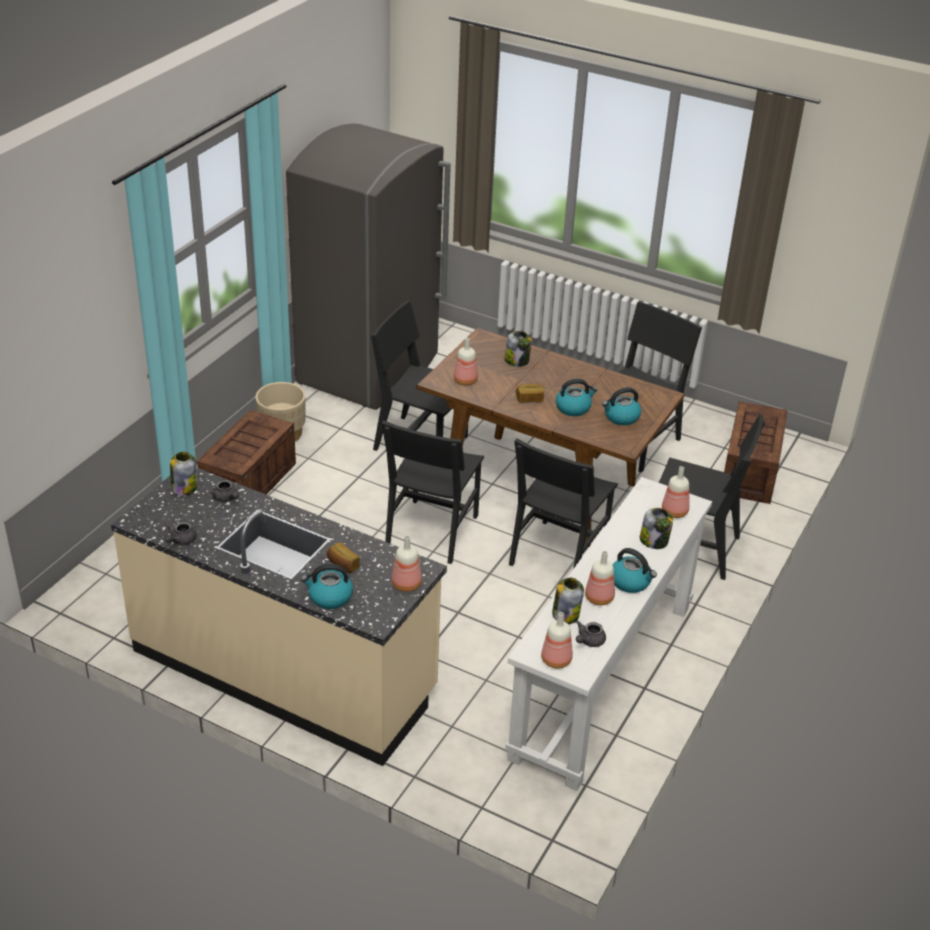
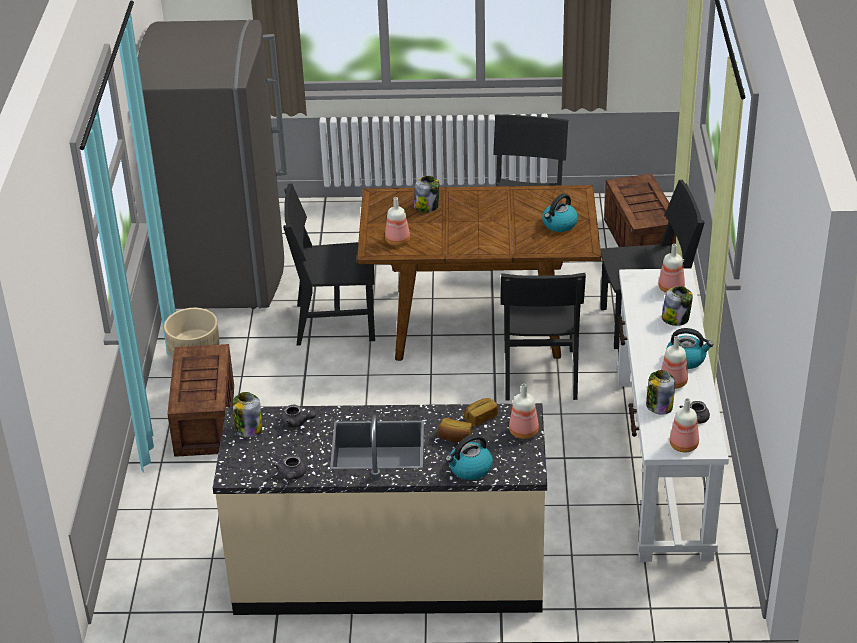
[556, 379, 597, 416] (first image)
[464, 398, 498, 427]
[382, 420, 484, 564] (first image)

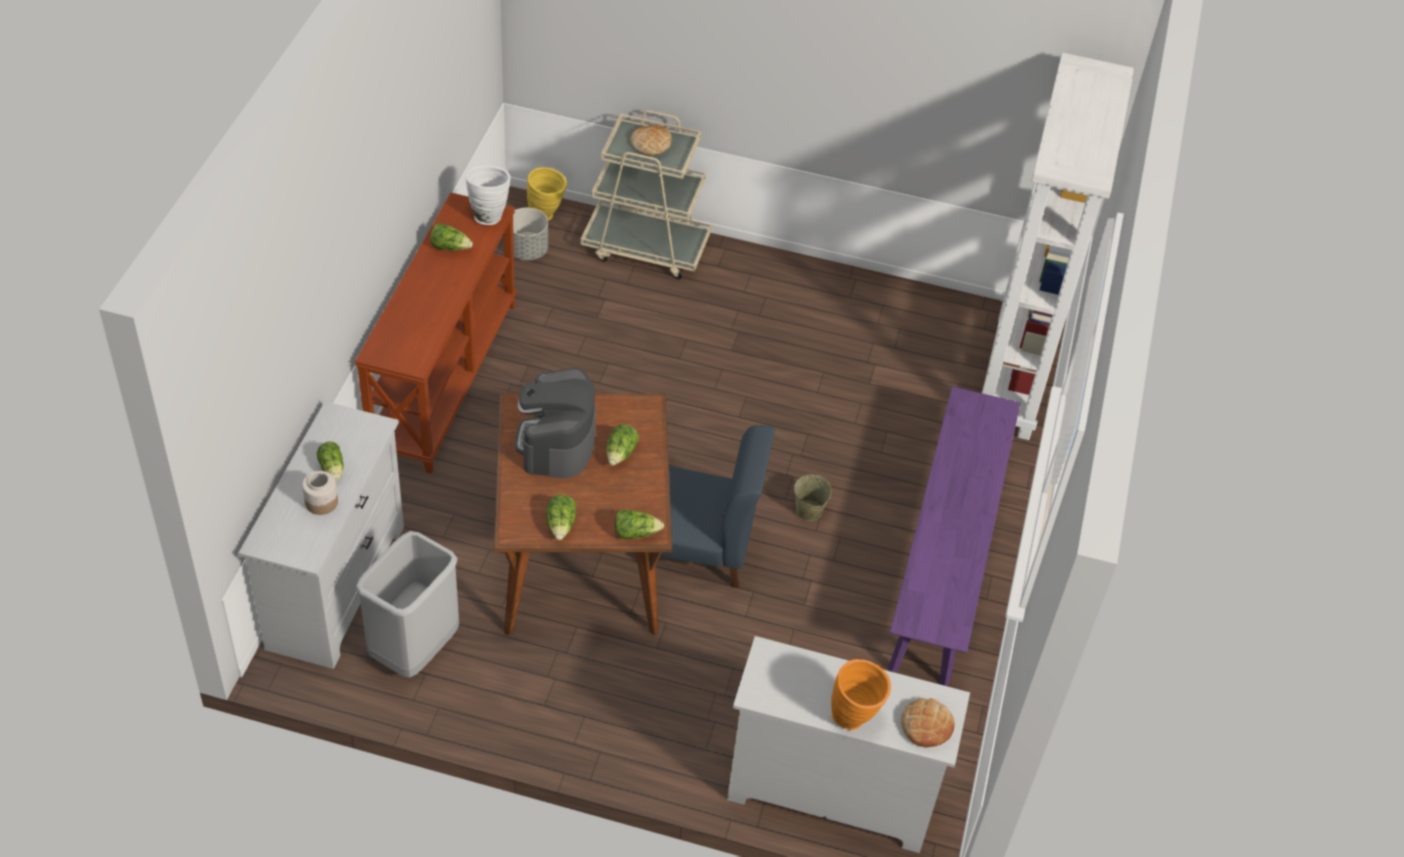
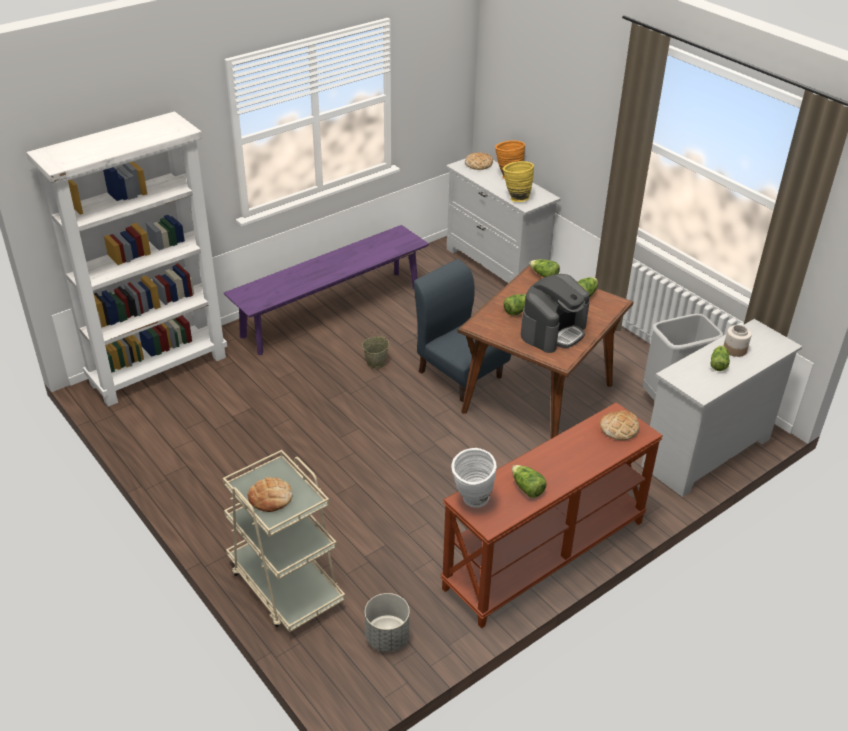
[503, 161, 534, 202]
[600, 410, 640, 440]

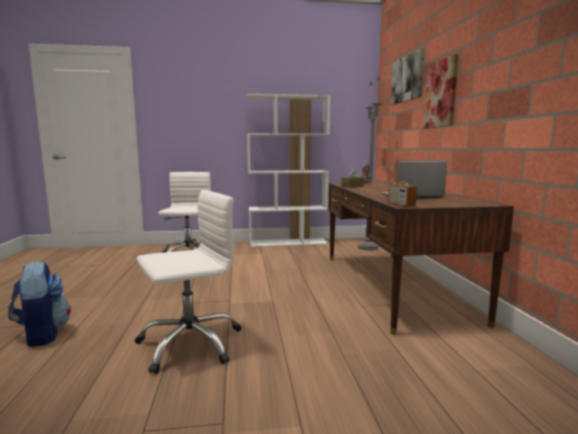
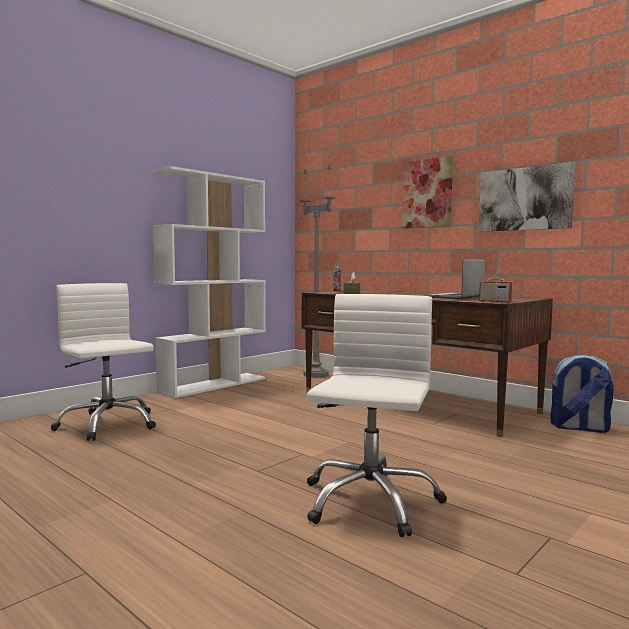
[479, 162, 575, 232]
[550, 355, 614, 433]

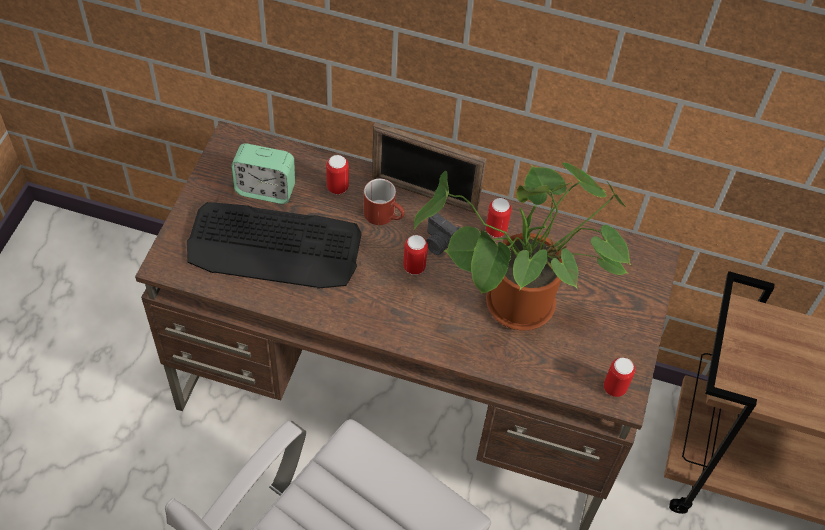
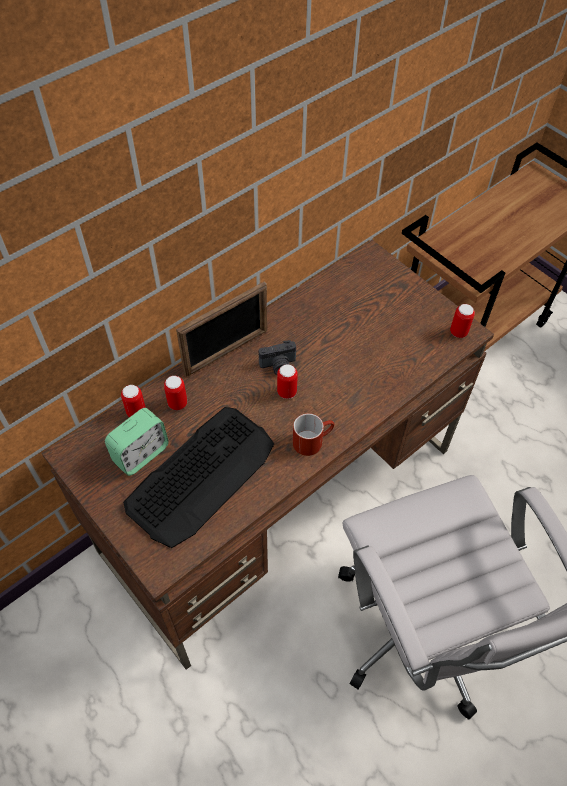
[414, 163, 632, 331] (first image)
[293, 413, 334, 456]
[121, 385, 146, 418]

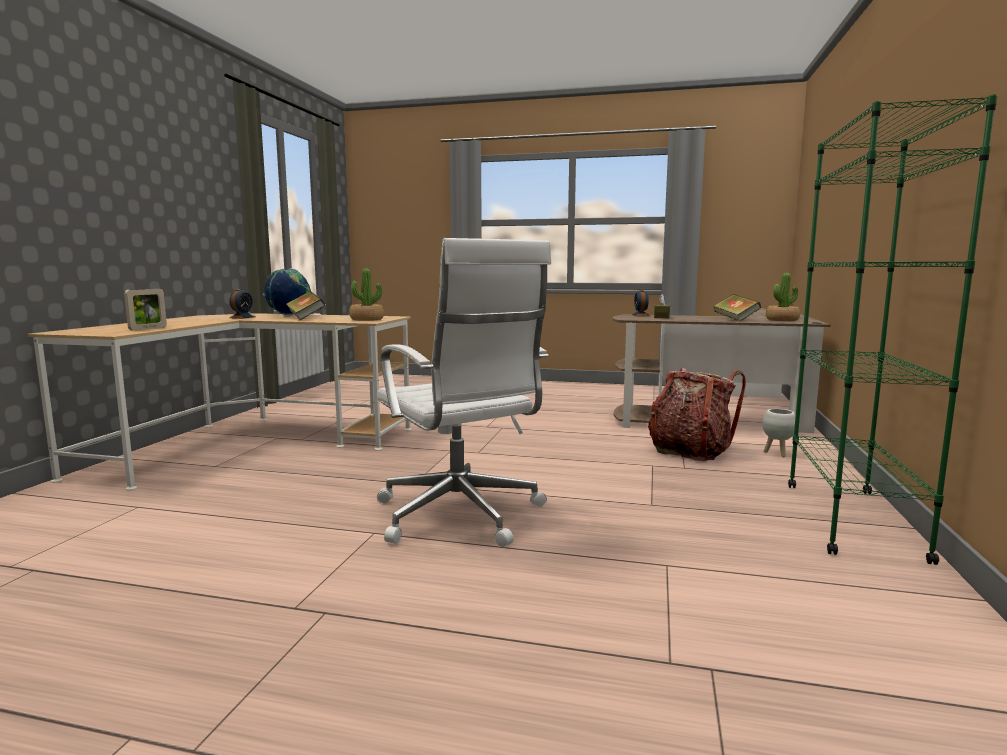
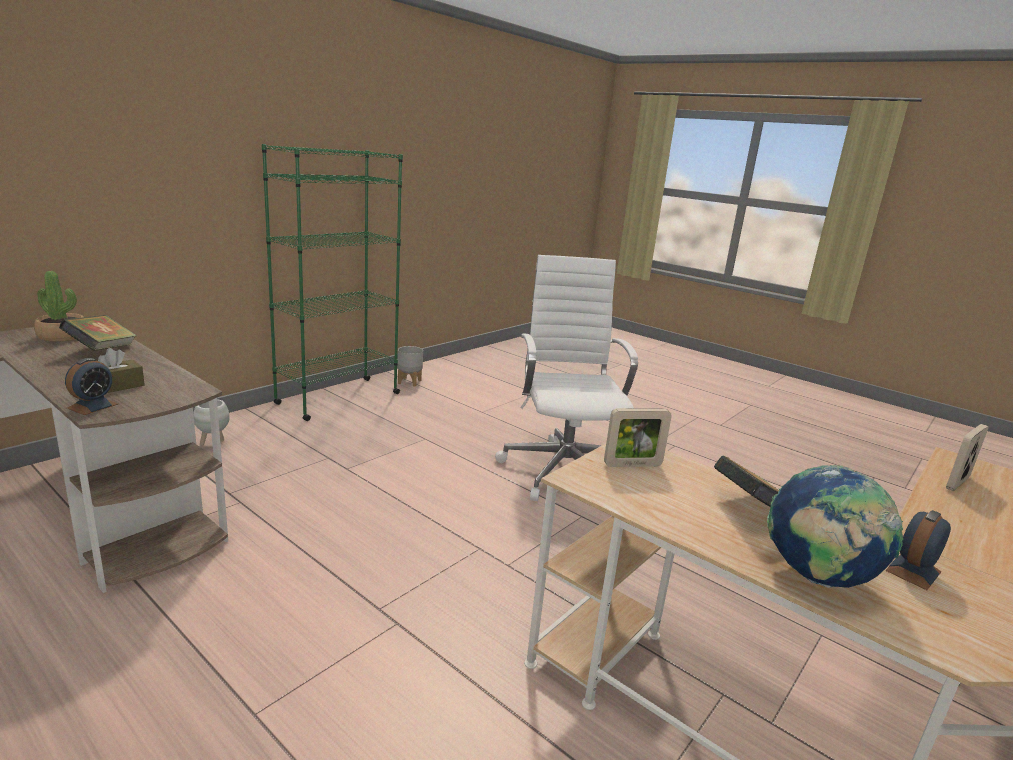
[604, 408, 672, 467]
[648, 368, 746, 461] (first image)
[397, 346, 423, 386]

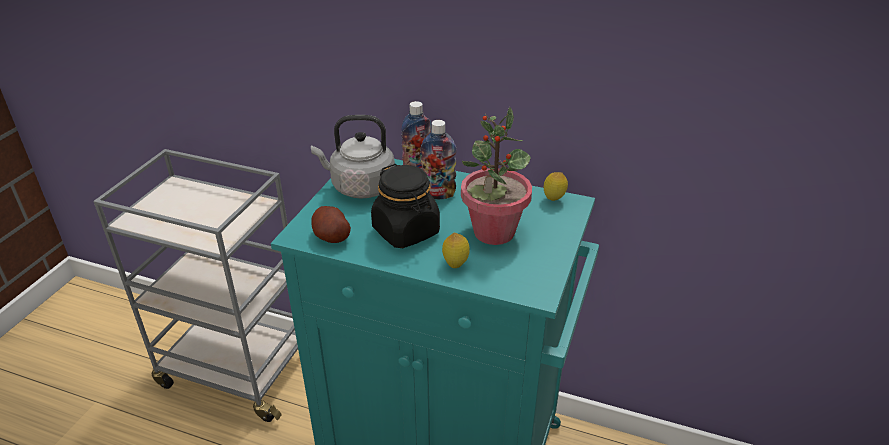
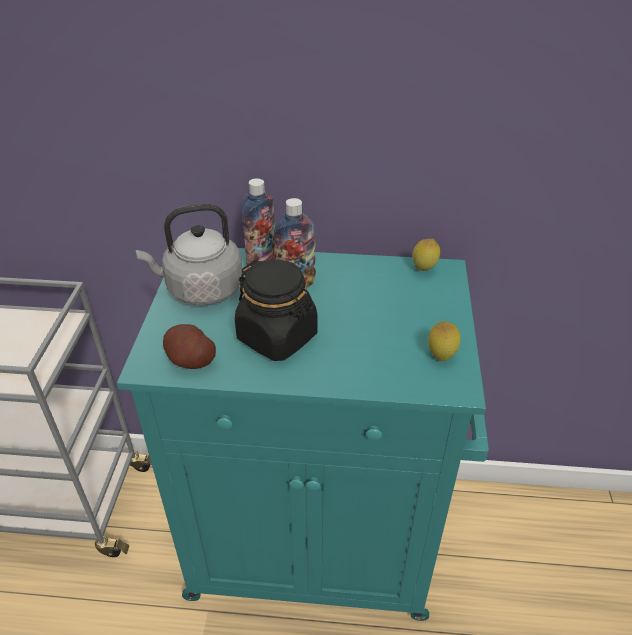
[461, 107, 532, 245] (first image)
[428, 321, 461, 361]

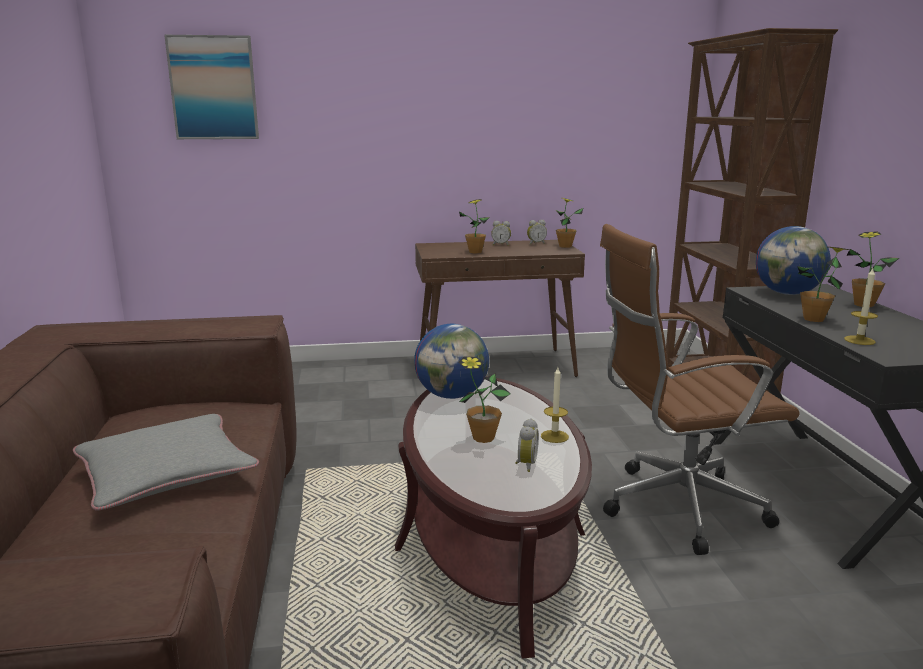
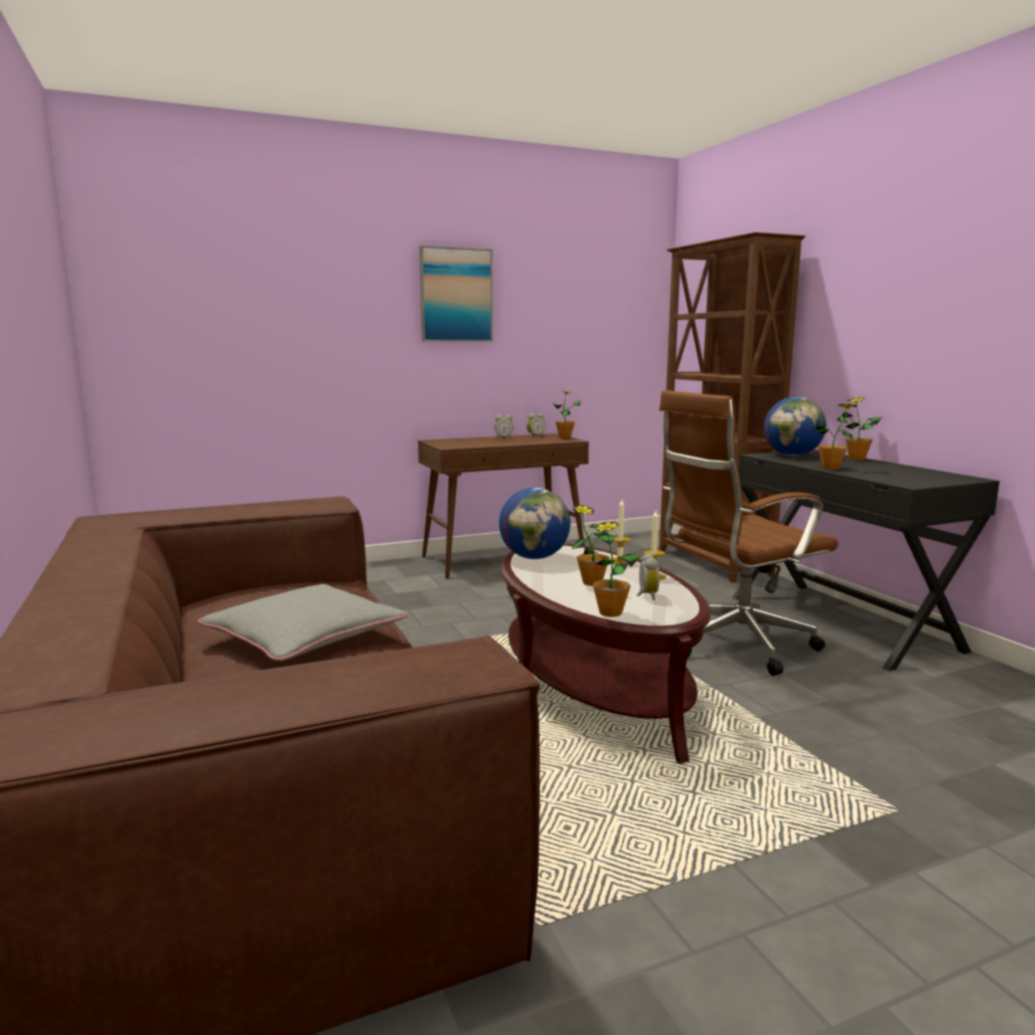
[419, 246, 493, 342]
[583, 522, 641, 617]
[609, 500, 631, 565]

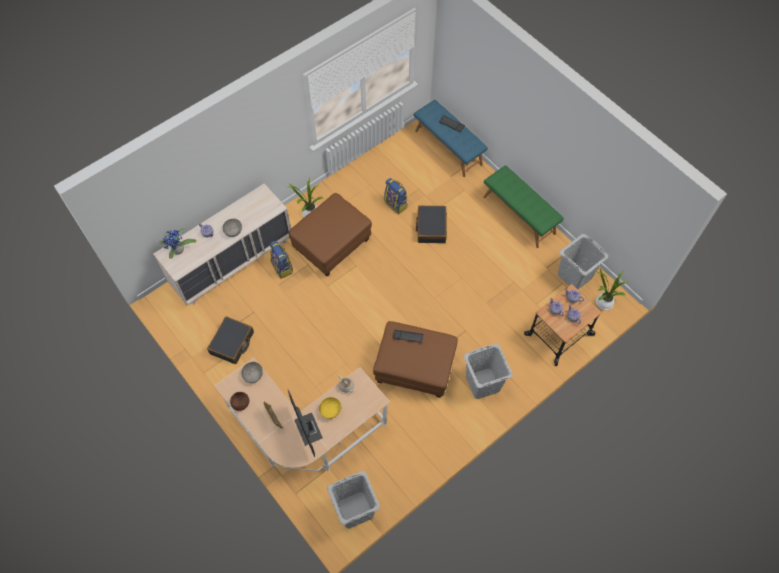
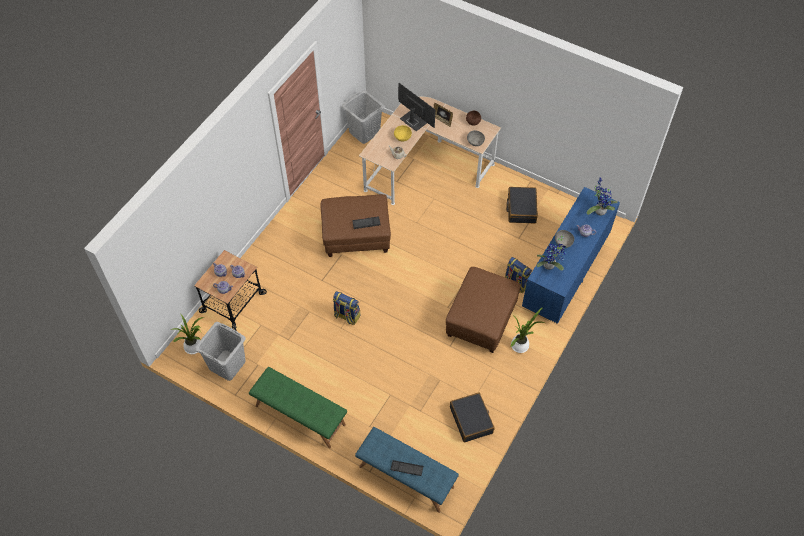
[333, 291, 360, 325]
[522, 187, 620, 324]
[450, 393, 495, 442]
[464, 344, 513, 399] (first image)
[536, 236, 566, 271]

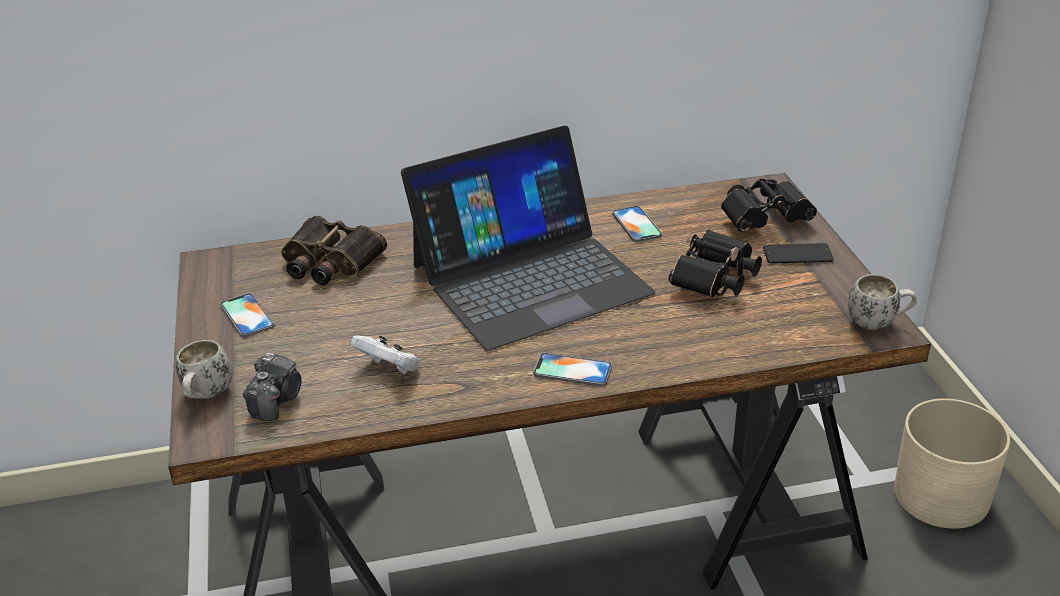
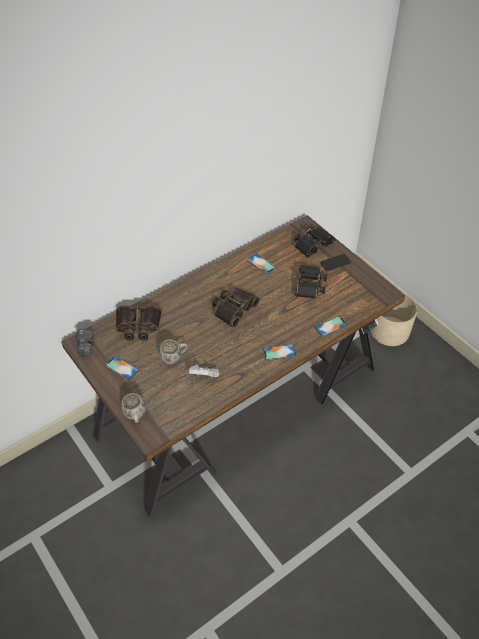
[212, 287, 260, 328]
[159, 339, 188, 364]
[75, 329, 94, 357]
[315, 316, 347, 337]

